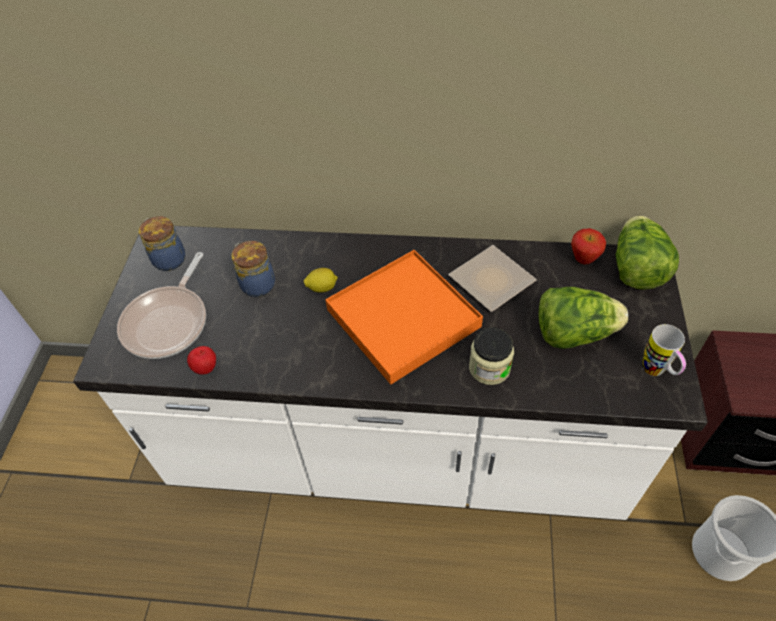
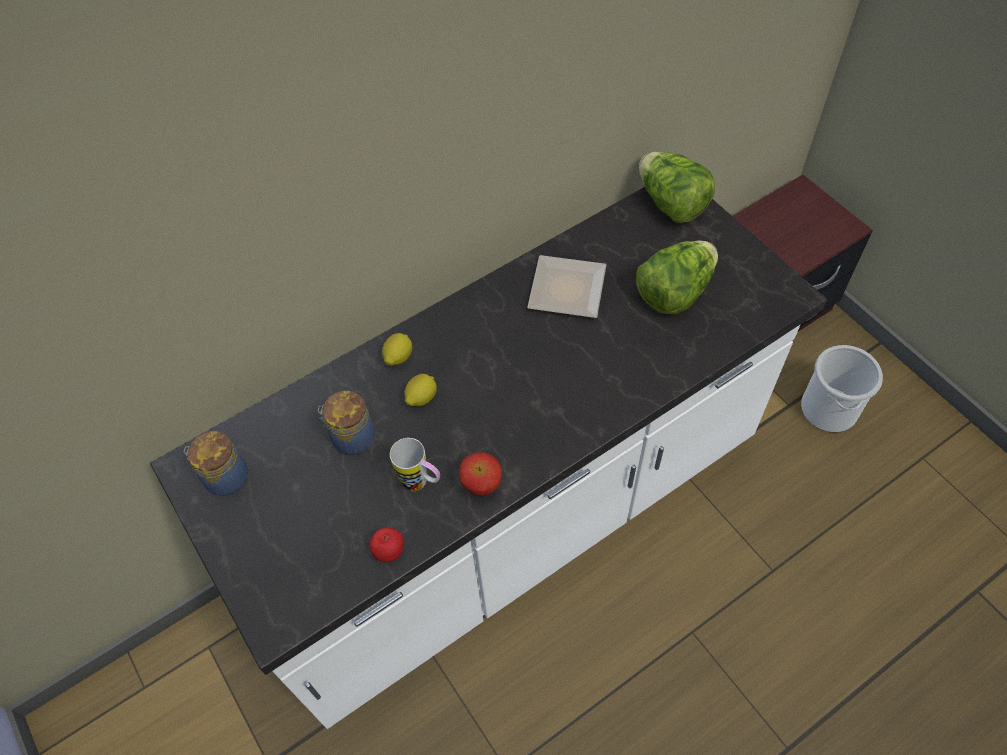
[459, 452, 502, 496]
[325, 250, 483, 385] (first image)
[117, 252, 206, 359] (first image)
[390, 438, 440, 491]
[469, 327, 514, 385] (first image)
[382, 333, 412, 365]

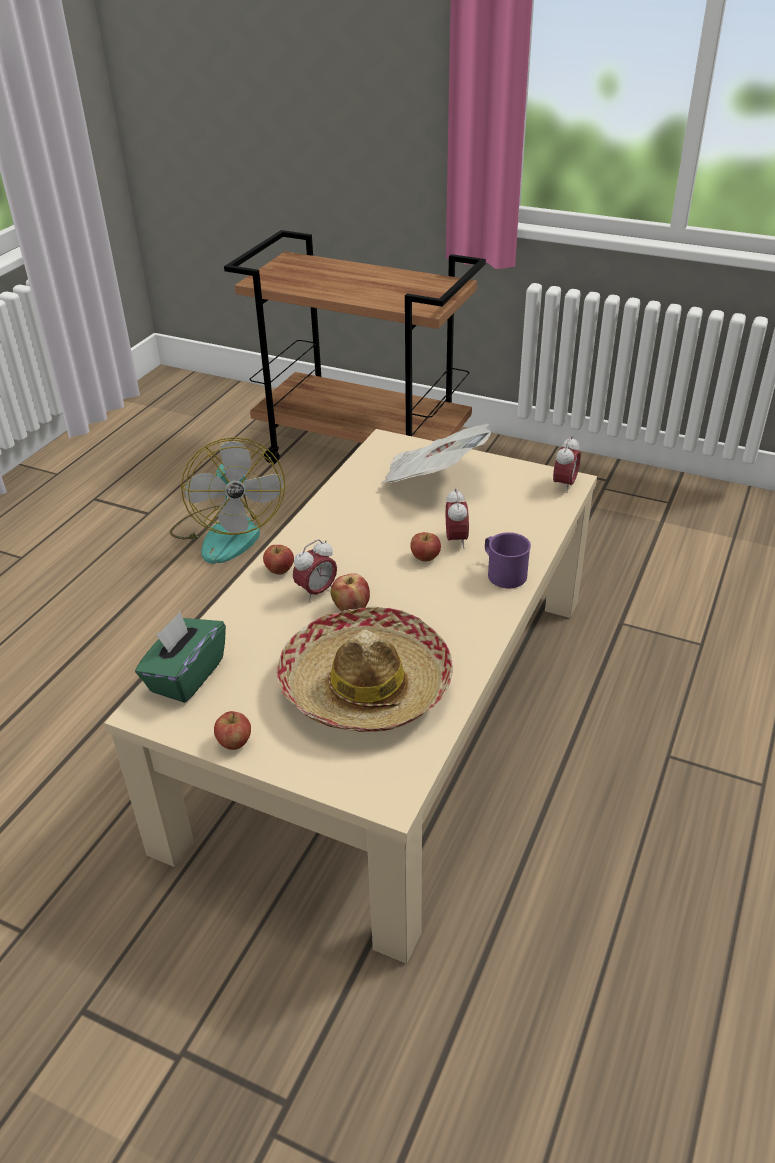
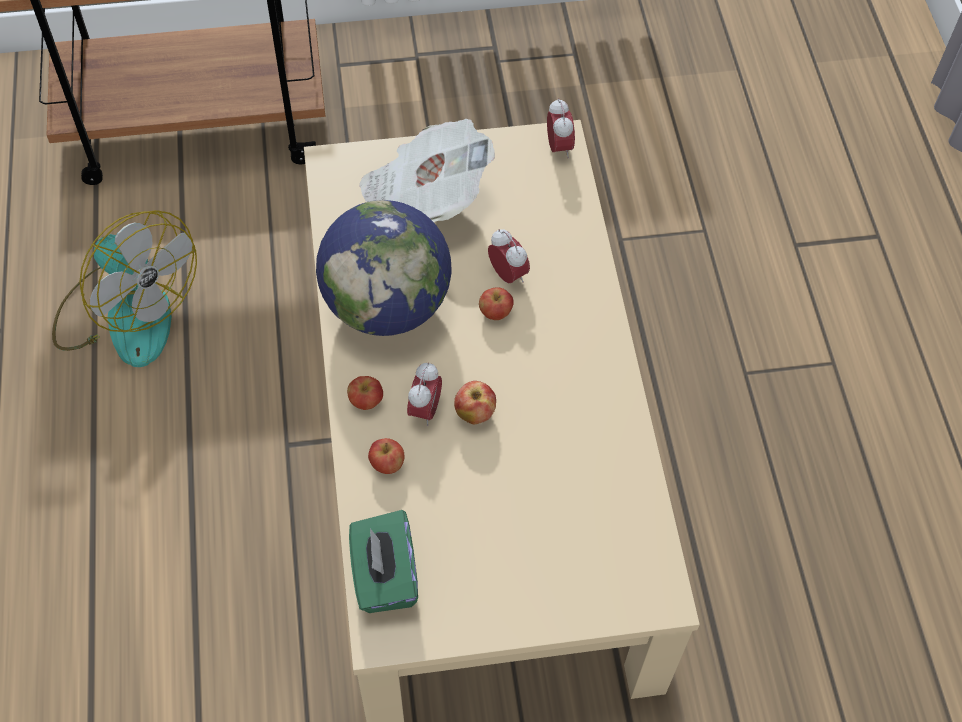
[485, 532, 531, 588] (first image)
[277, 607, 453, 732] (first image)
[368, 438, 405, 474]
[316, 200, 451, 336]

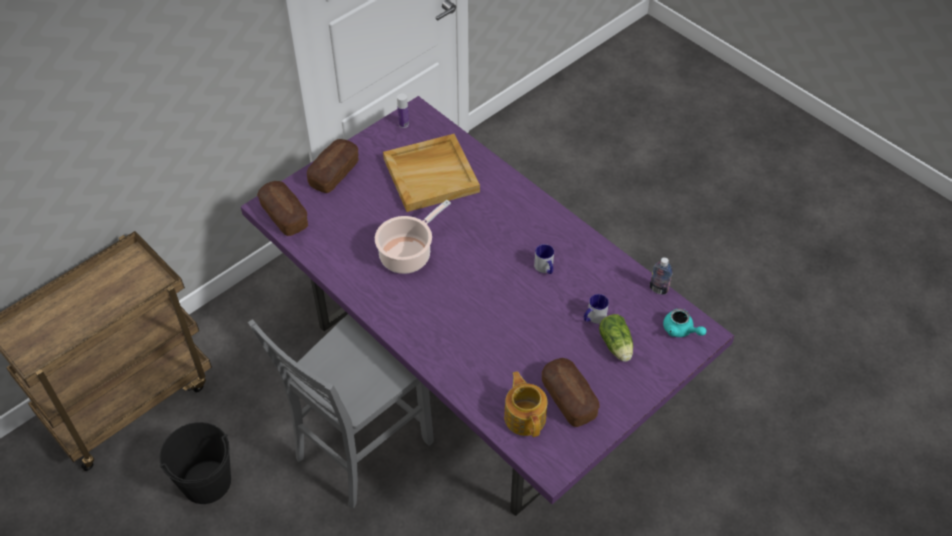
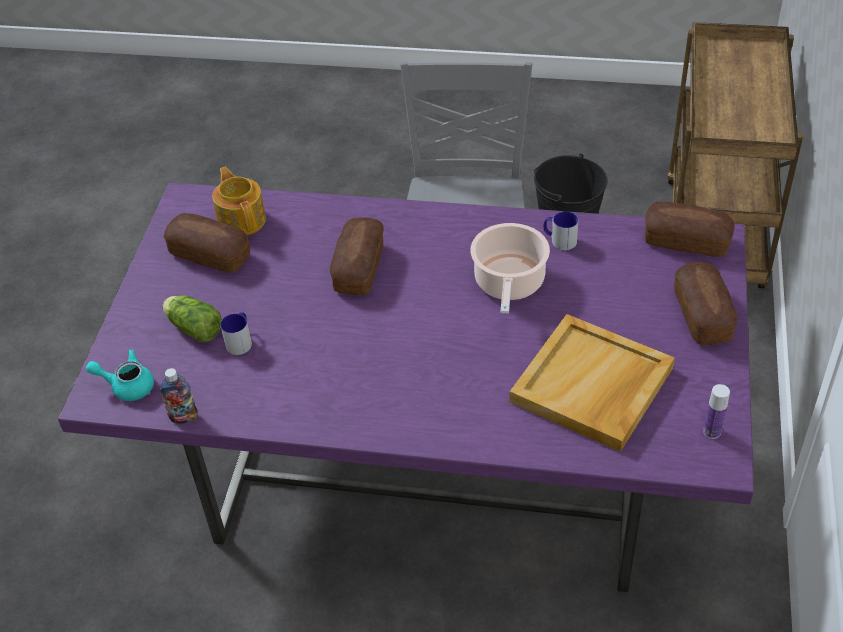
[543, 211, 578, 250]
[212, 167, 266, 236]
[330, 218, 384, 295]

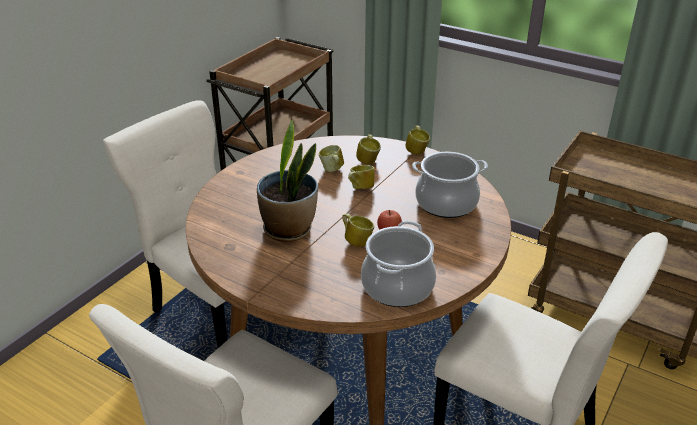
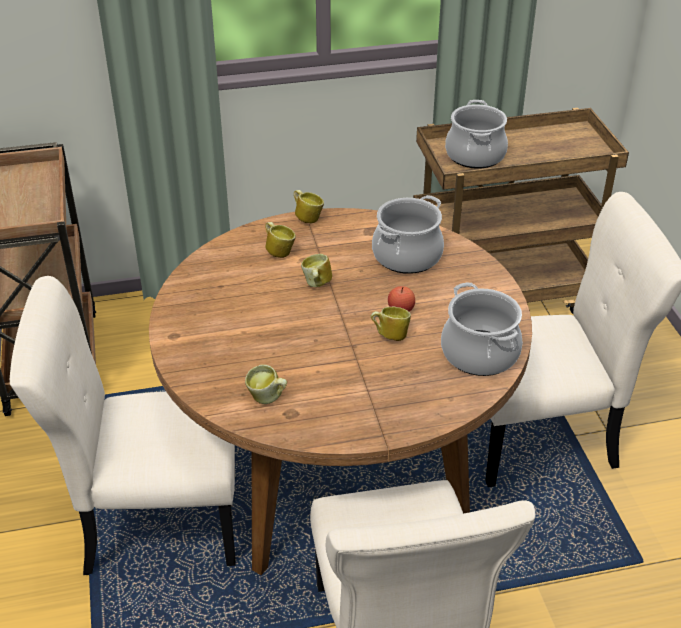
[257, 119, 318, 242] (first image)
[245, 364, 287, 404]
[445, 100, 508, 169]

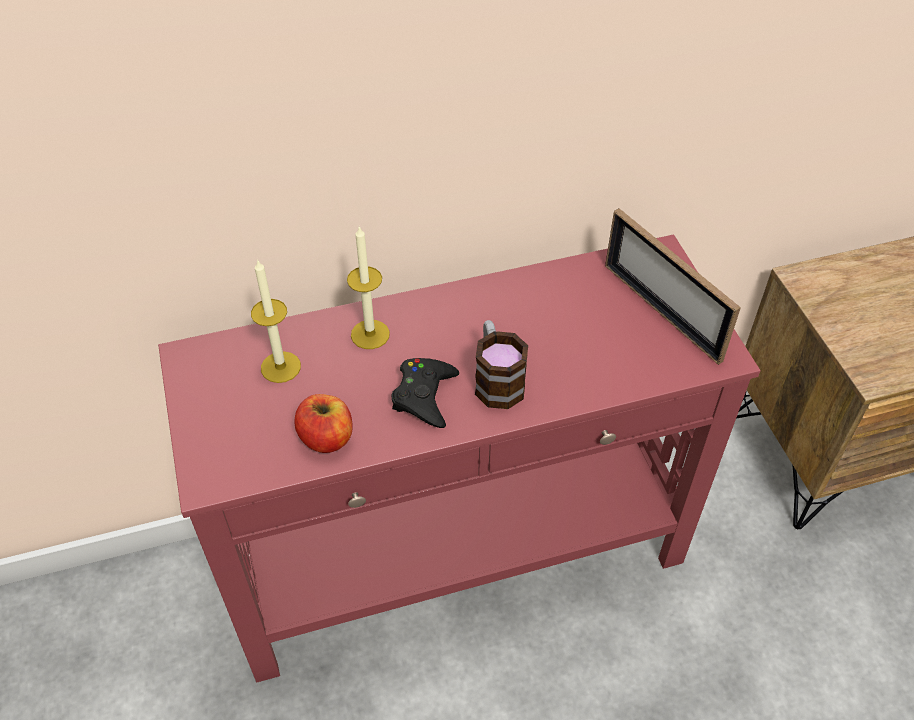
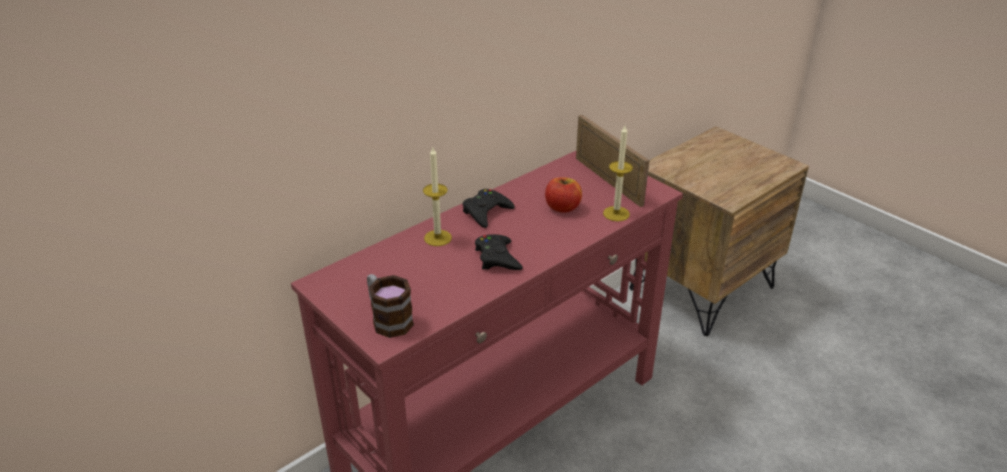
[576, 115, 649, 207]
[603, 126, 633, 221]
[367, 274, 414, 338]
[545, 177, 582, 212]
[462, 189, 515, 228]

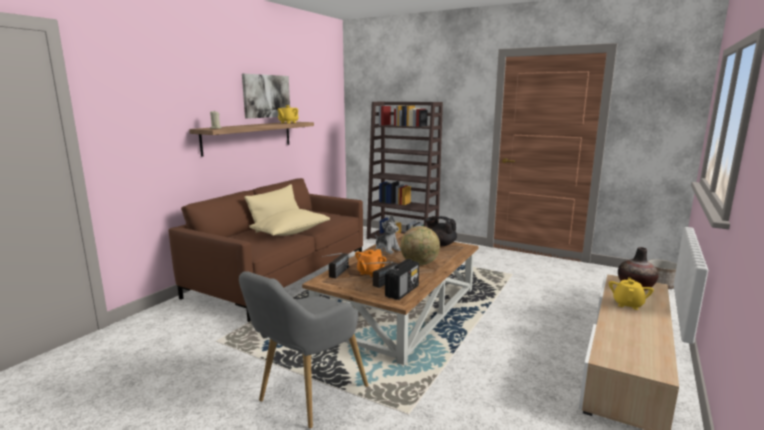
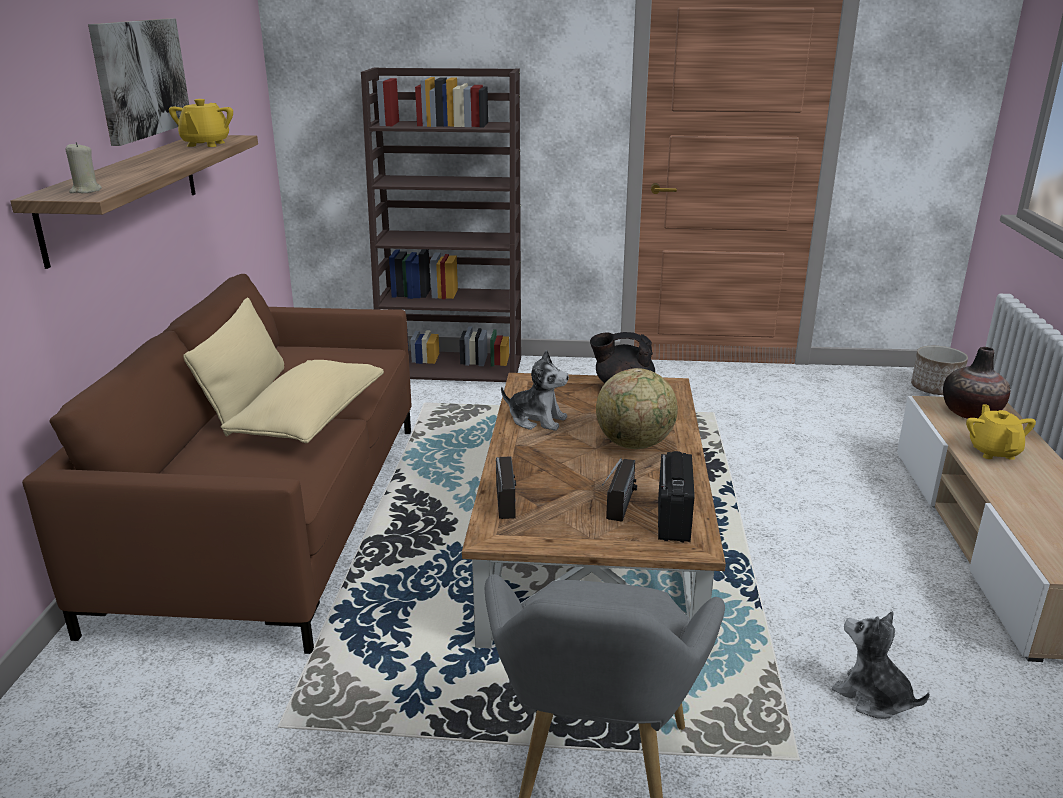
[355, 249, 386, 277] (first image)
[832, 611, 930, 719]

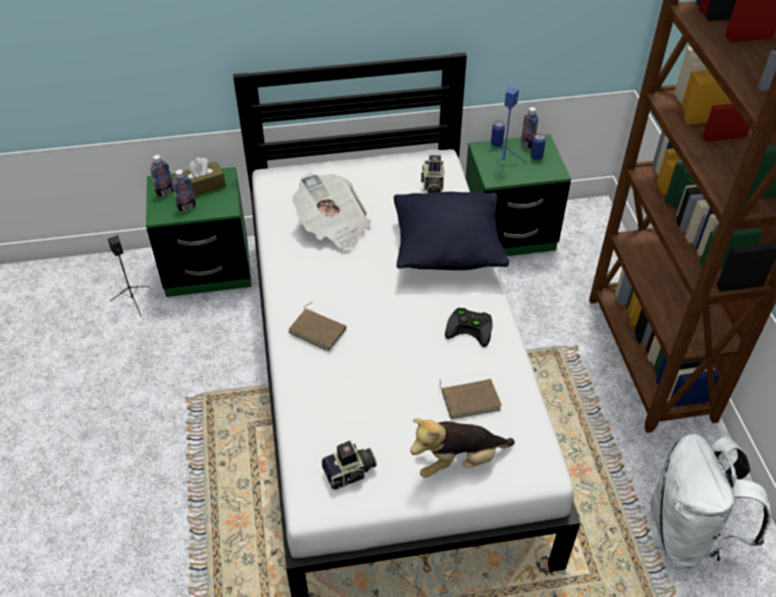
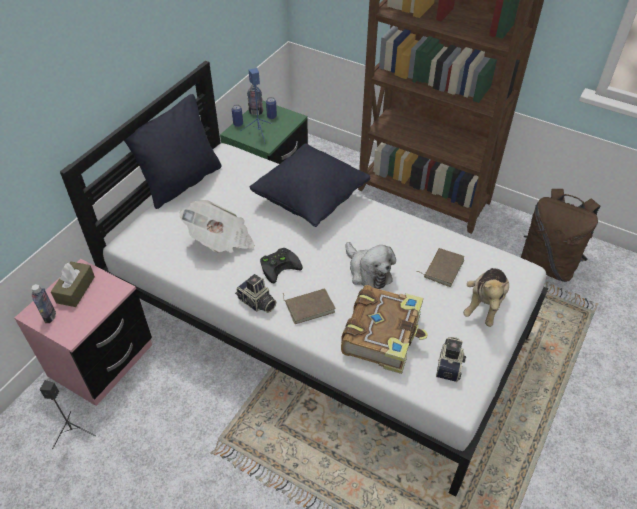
[235, 274, 276, 313]
[14, 259, 152, 406]
[172, 169, 196, 211] (first image)
[260, 248, 303, 283]
[521, 189, 600, 282]
[124, 94, 222, 209]
[346, 242, 396, 289]
[341, 285, 428, 374]

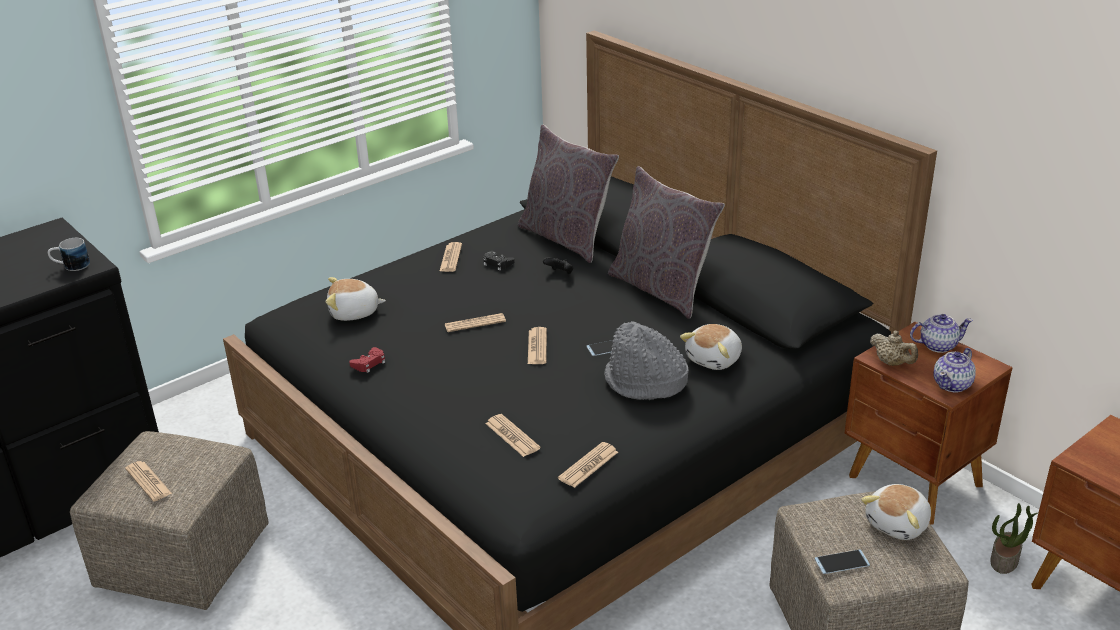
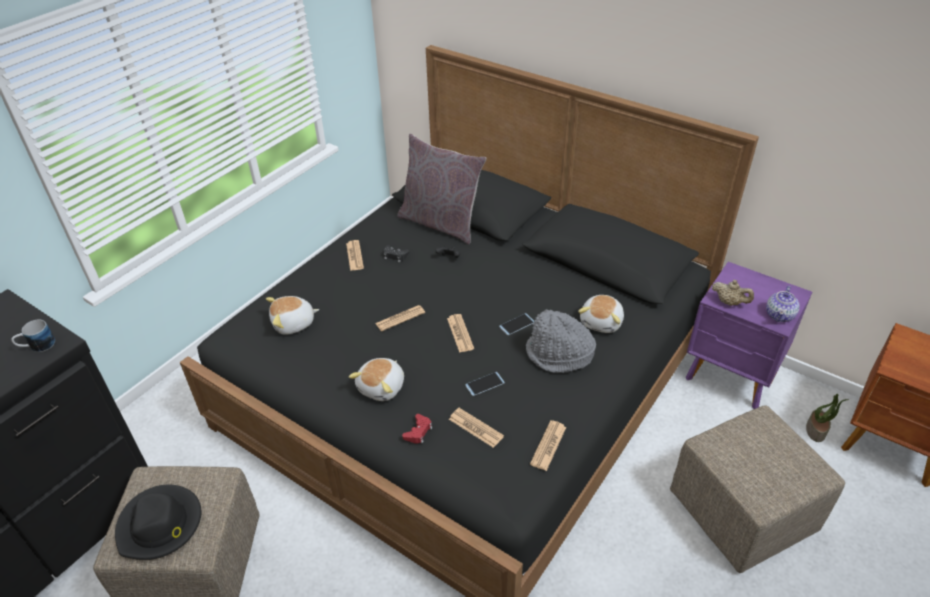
[608, 166, 725, 319] (first image)
[910, 314, 973, 353] (first image)
[685, 262, 812, 409]
[402, 414, 432, 444]
[115, 485, 201, 560]
[349, 358, 404, 401]
[465, 372, 505, 396]

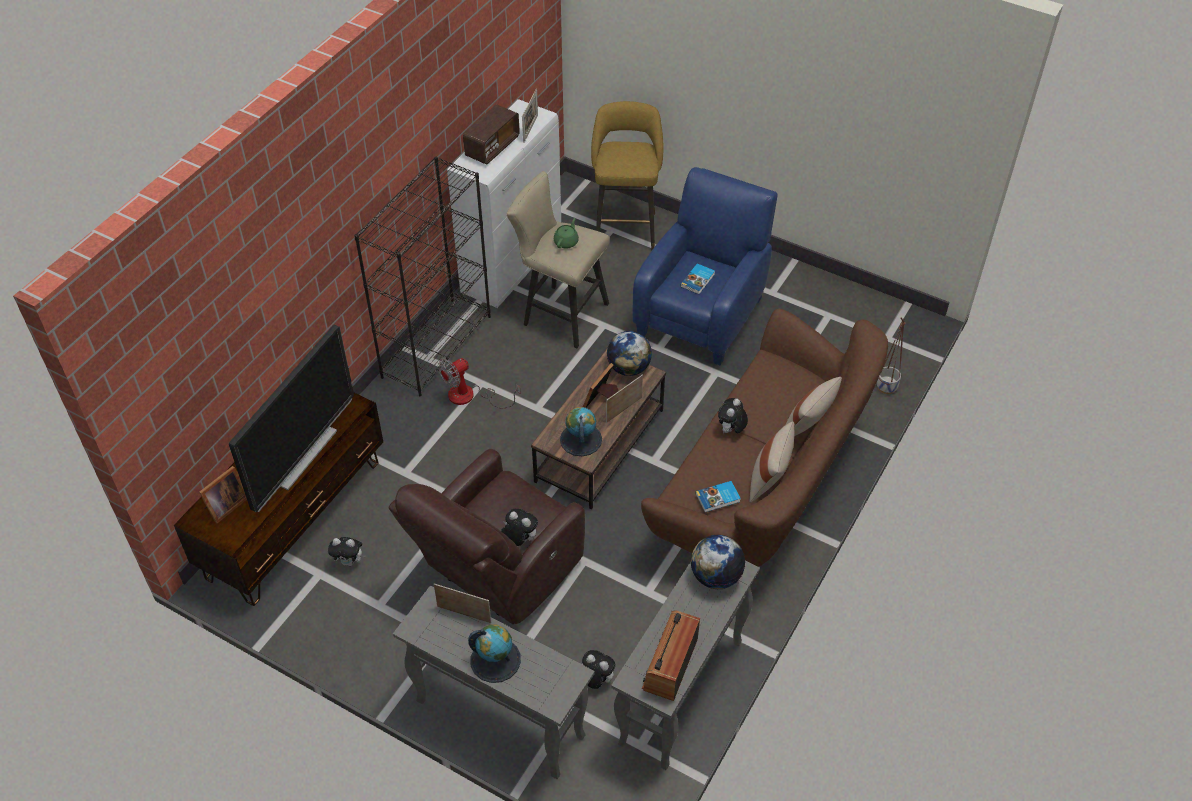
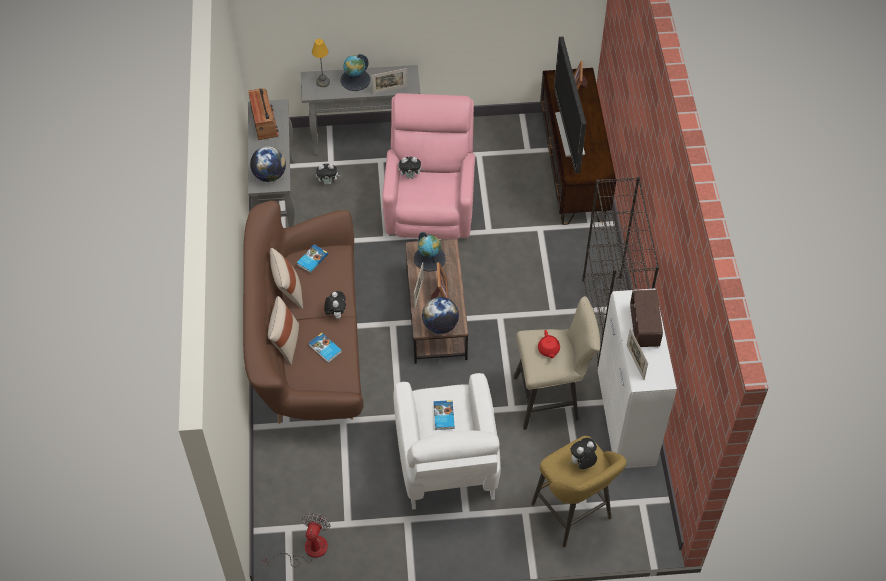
[393, 373, 501, 510]
[538, 330, 560, 358]
[877, 317, 905, 394] (first image)
[261, 513, 331, 567]
[382, 93, 475, 239]
[569, 438, 597, 469]
[312, 39, 330, 87]
[309, 333, 342, 363]

